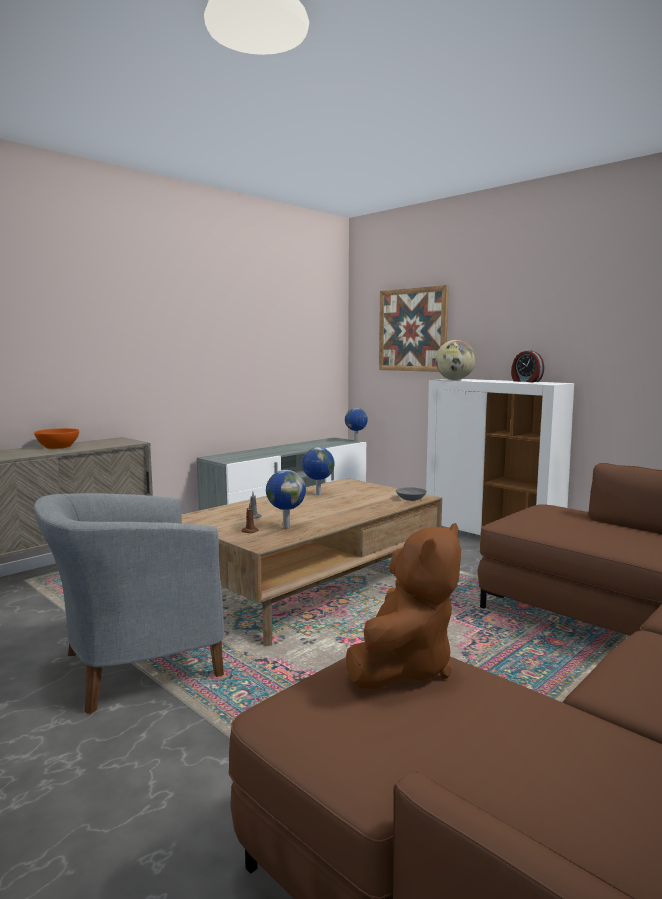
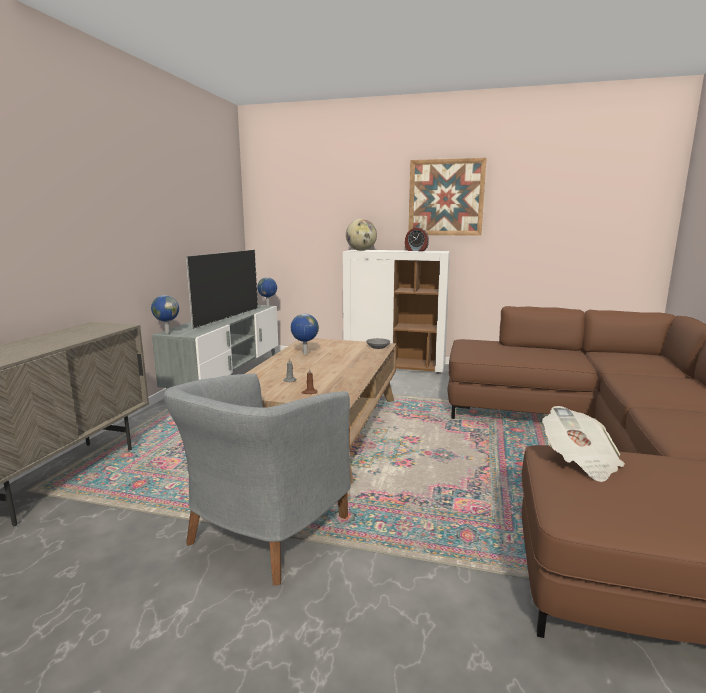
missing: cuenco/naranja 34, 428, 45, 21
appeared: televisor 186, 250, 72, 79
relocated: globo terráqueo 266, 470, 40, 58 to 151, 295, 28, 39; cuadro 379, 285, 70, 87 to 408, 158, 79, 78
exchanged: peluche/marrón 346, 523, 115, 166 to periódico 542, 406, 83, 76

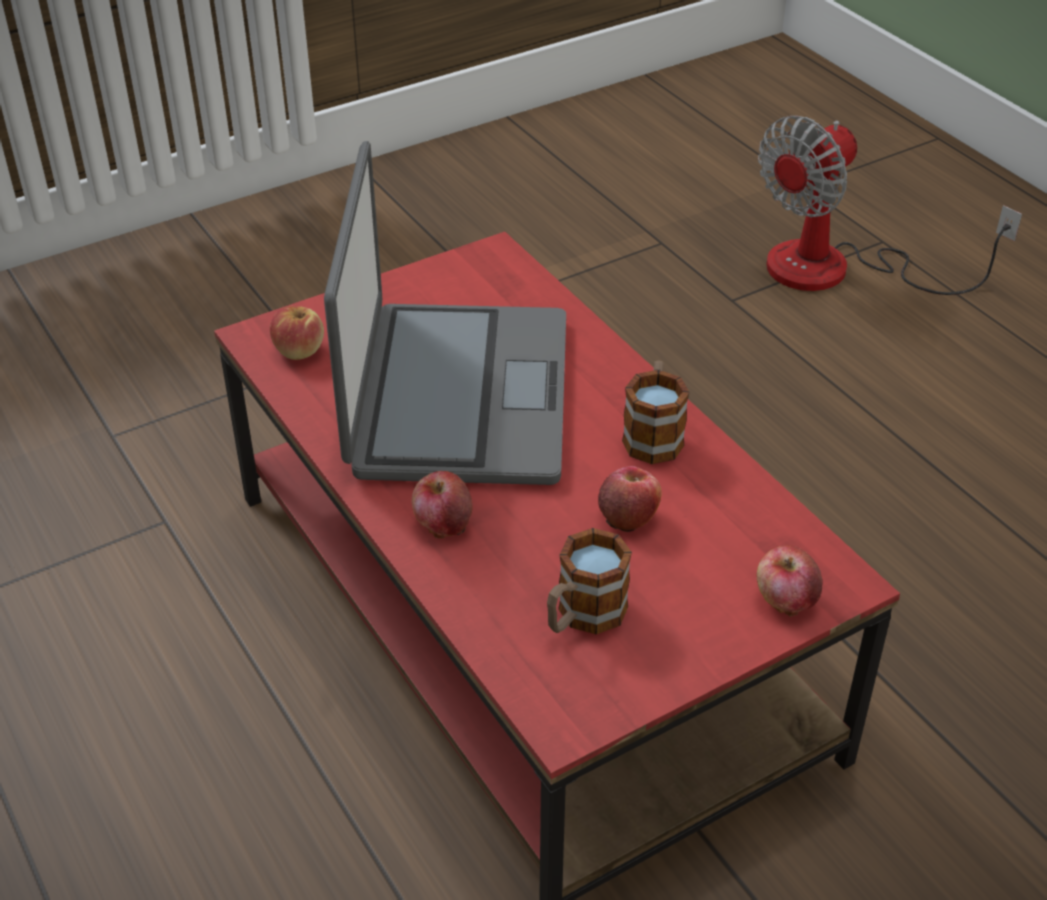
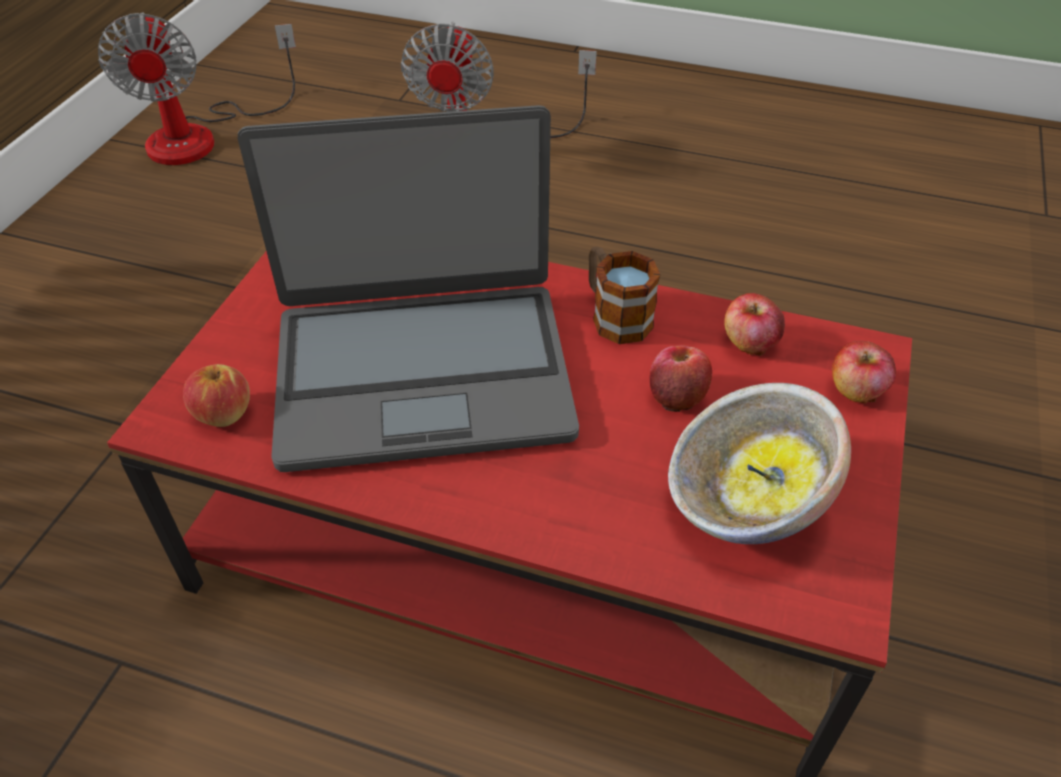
appeared: ventilador 98, 12, 198, 153
relocated: manzana 412, 471, 61, 68 to 724, 293, 61, 63
exchanged: taza grande 547, 528, 85, 106 to cuenco 668, 383, 183, 161
spun: portátil 324, 141, 242, 344 = 238, 105, 341, 367 120 degrees clockwise

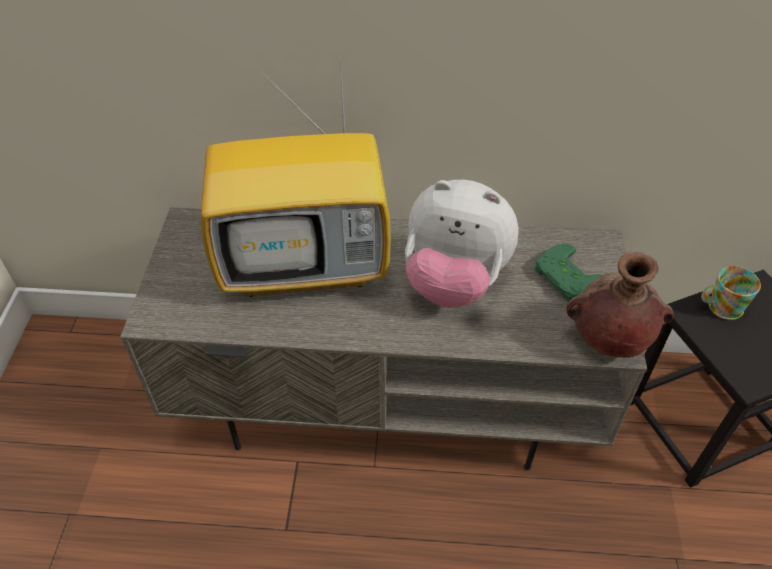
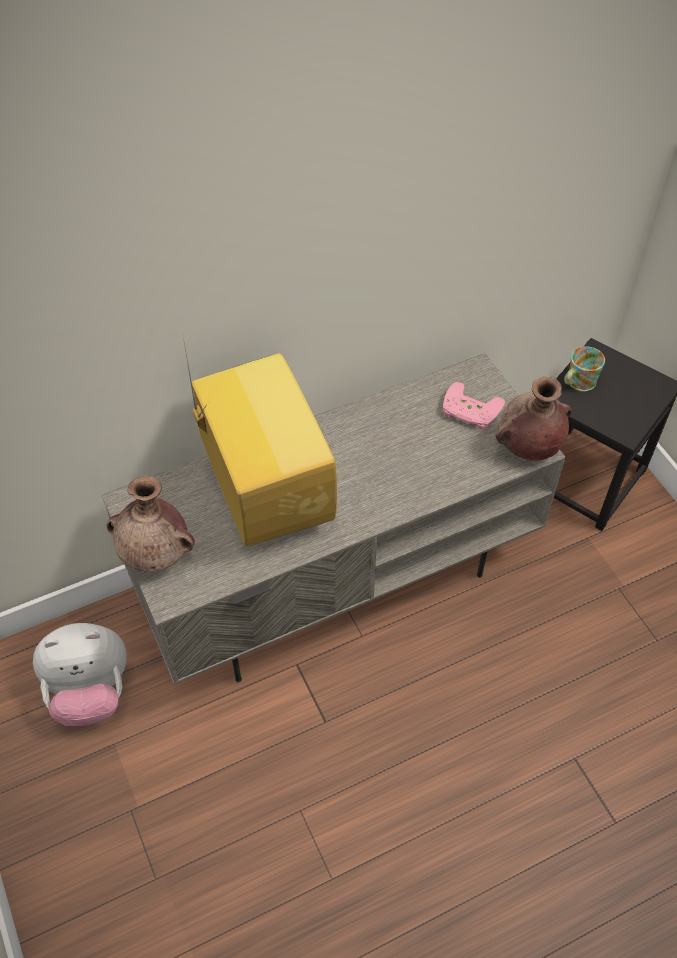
appeared: florero/marrón 106, 476, 89, 96
relocated: peluche 405, 180, 114, 128 to 33, 623, 94, 103
colour: mando de consola/verde 535, 243, 67, 59 to mando de consola/rosa 443, 382, 62, 49
spun: televisor 201, 38, 190, 259 = 182, 332, 155, 214 75 degrees counterclockwise

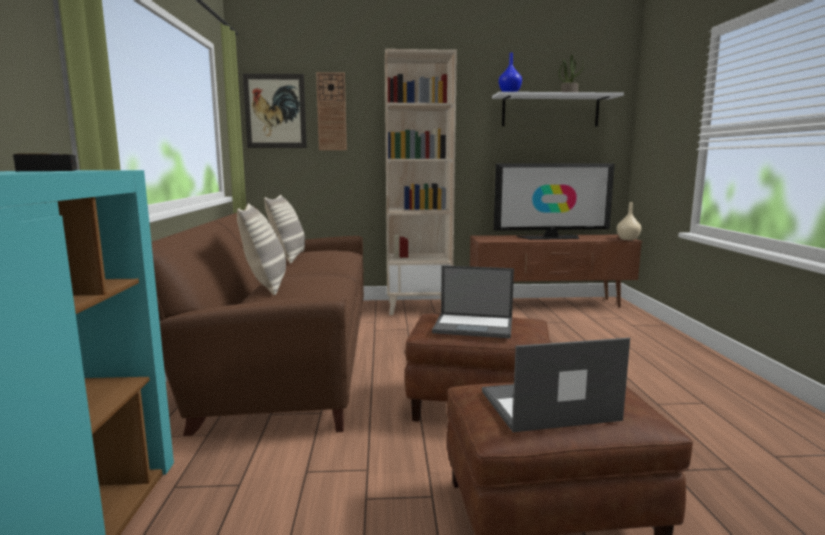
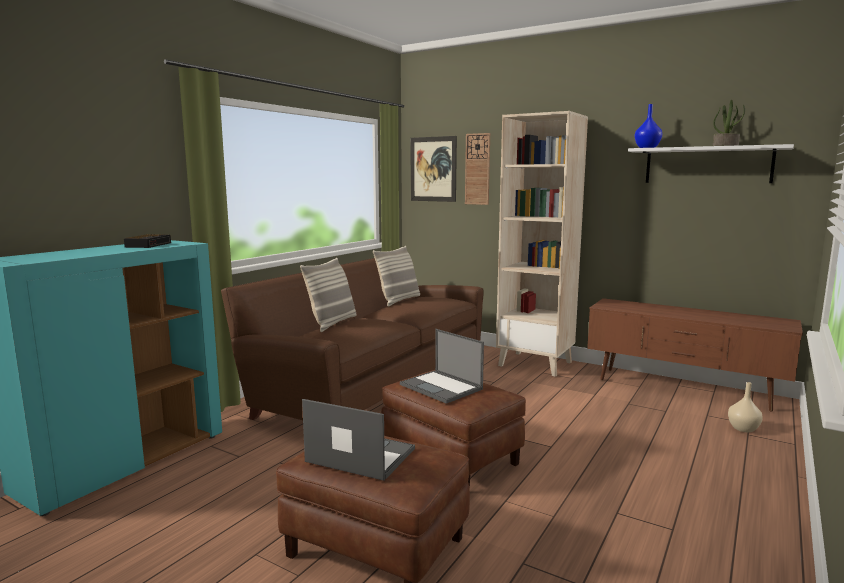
missing: televisor 494, 163, 121, 77
relocated: florero/beis 617, 202, 24, 38 to 728, 382, 35, 50

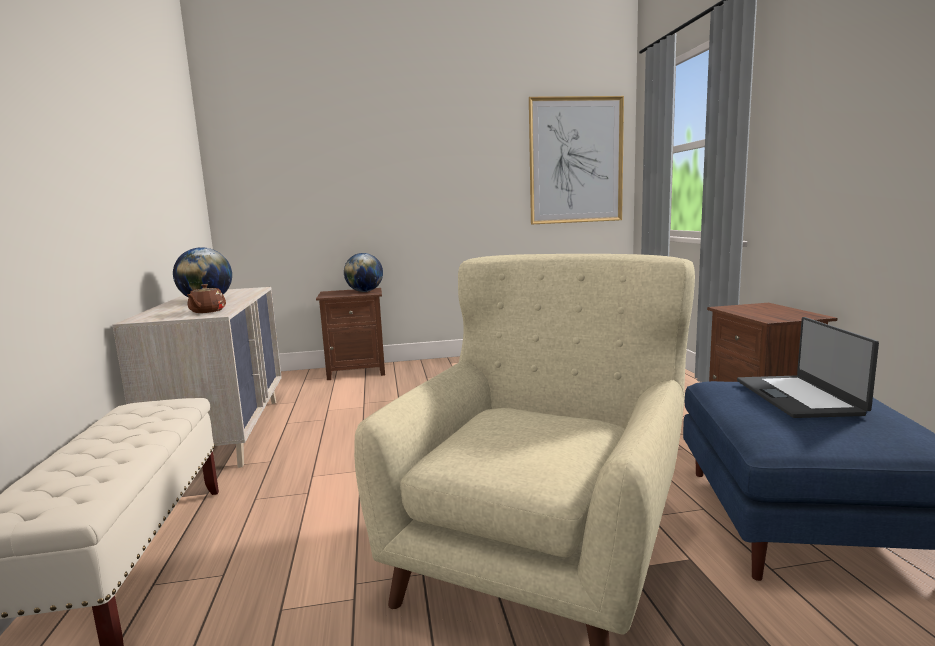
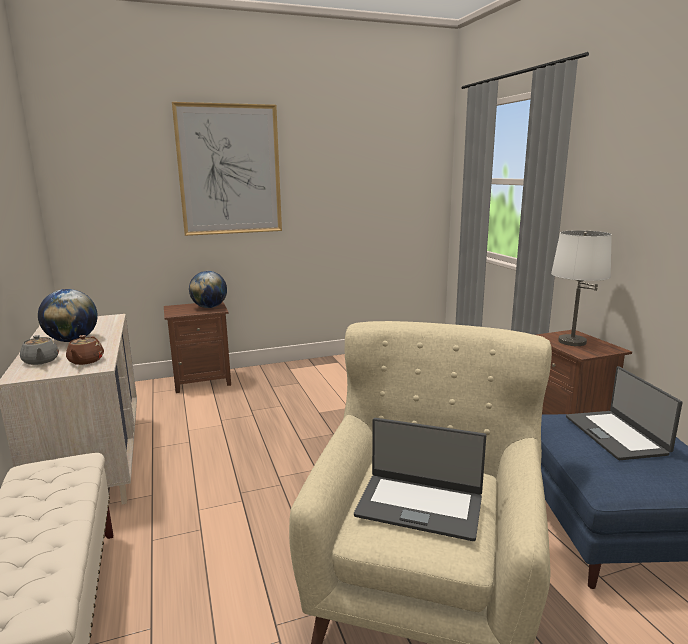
appeared: tetera/gris 20, 335, 39, 30; portátil 354, 418, 132, 123; lámpara de mesa/blanco 551, 230, 61, 116
relocated: cuadro 529, 96, 95, 128 to 172, 102, 110, 134

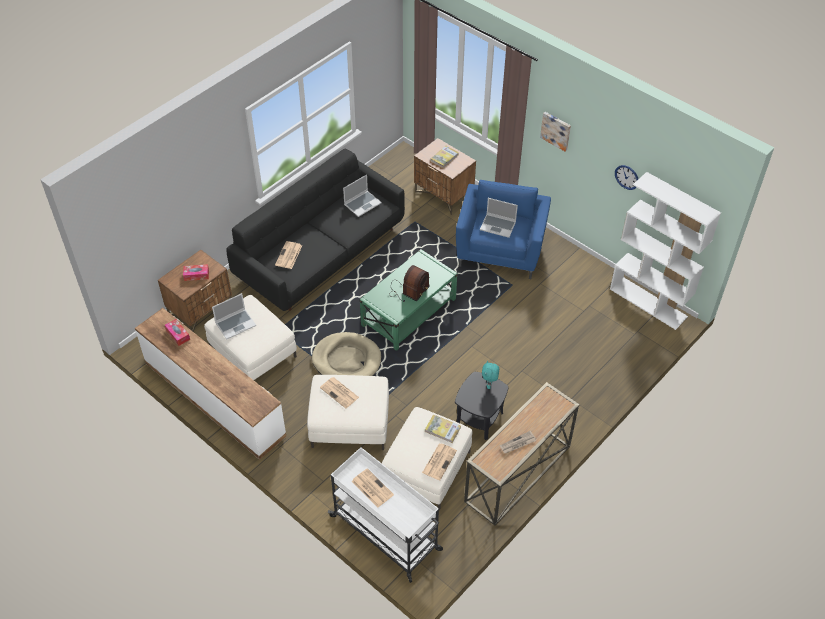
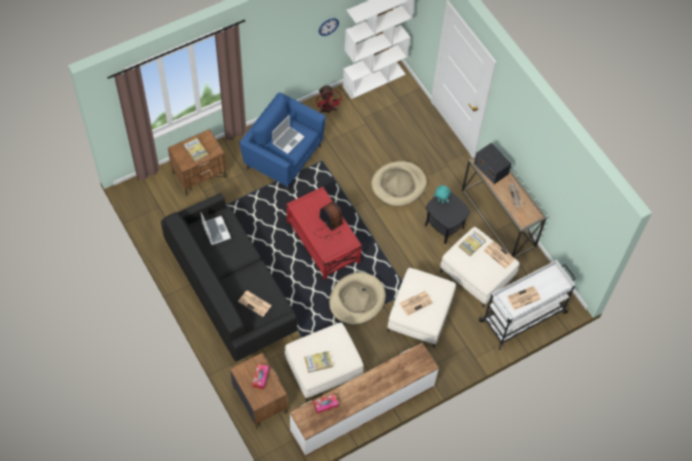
missing: cuadro 540, 112, 31, 39
appeared: ventilador/rojo 316, 85, 27, 29; cama para perro/beis 371, 161, 56, 45; radio 474, 143, 38, 41
exchanged: portátil 212, 293, 44, 46 to libro 304, 351, 29, 22
colour: mesa de centro/verde 359, 249, 99, 102 to mesa de centro/rojo 286, 187, 76, 93

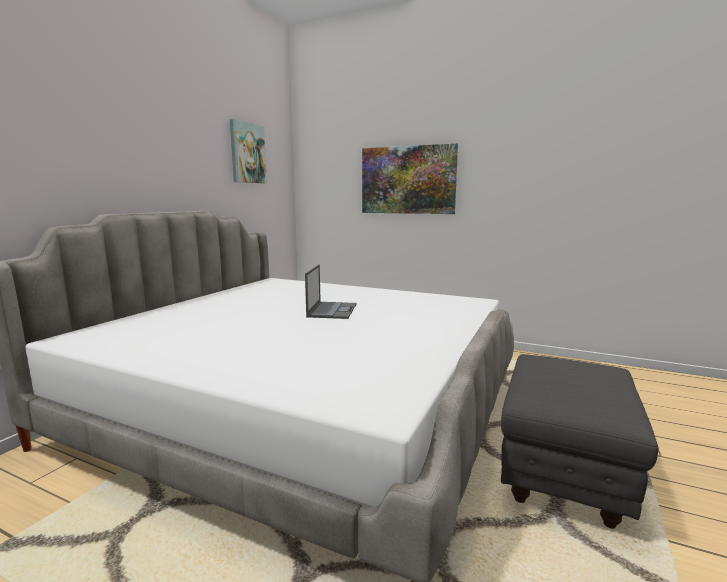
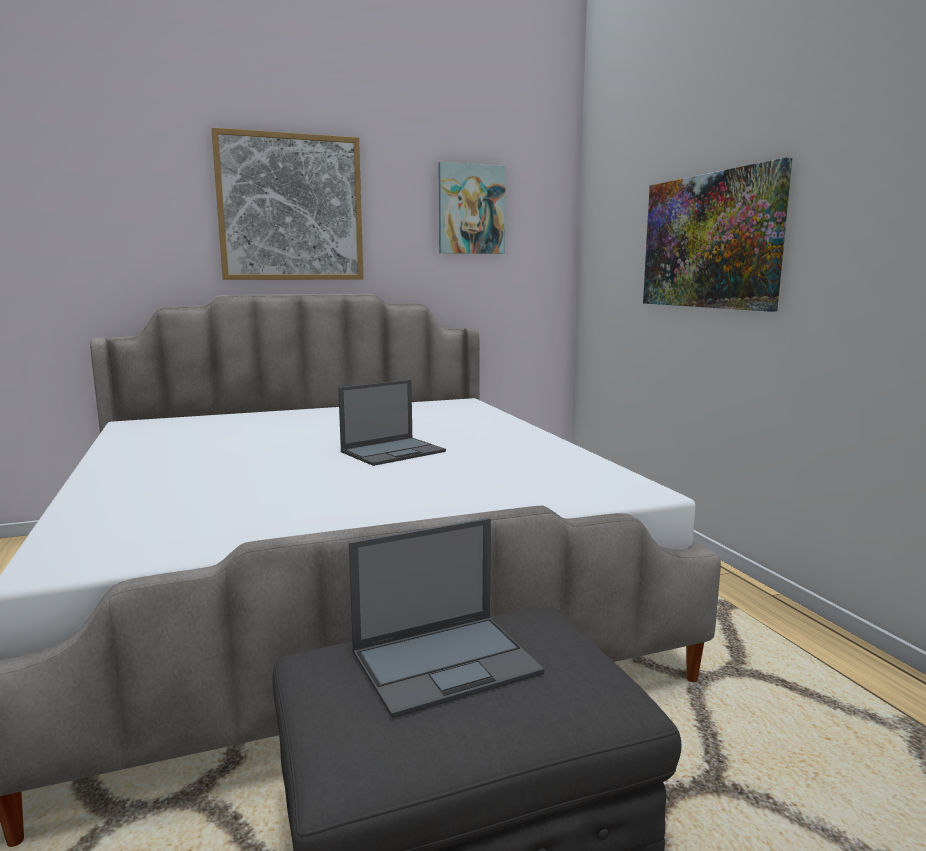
appeared: cuadro 211, 127, 152, 153; portátil 349, 518, 196, 201

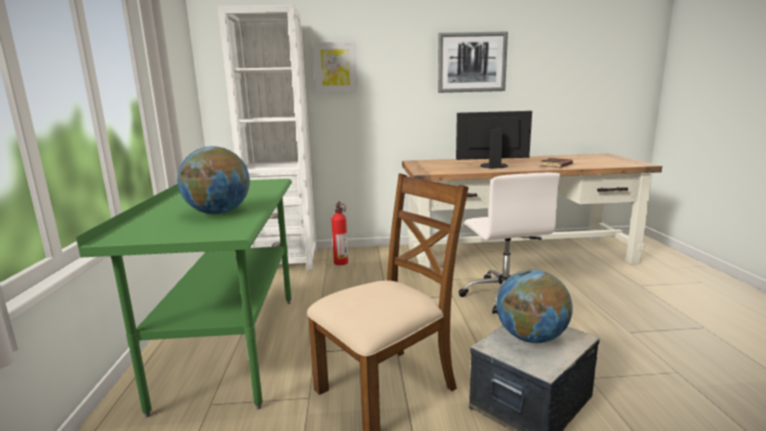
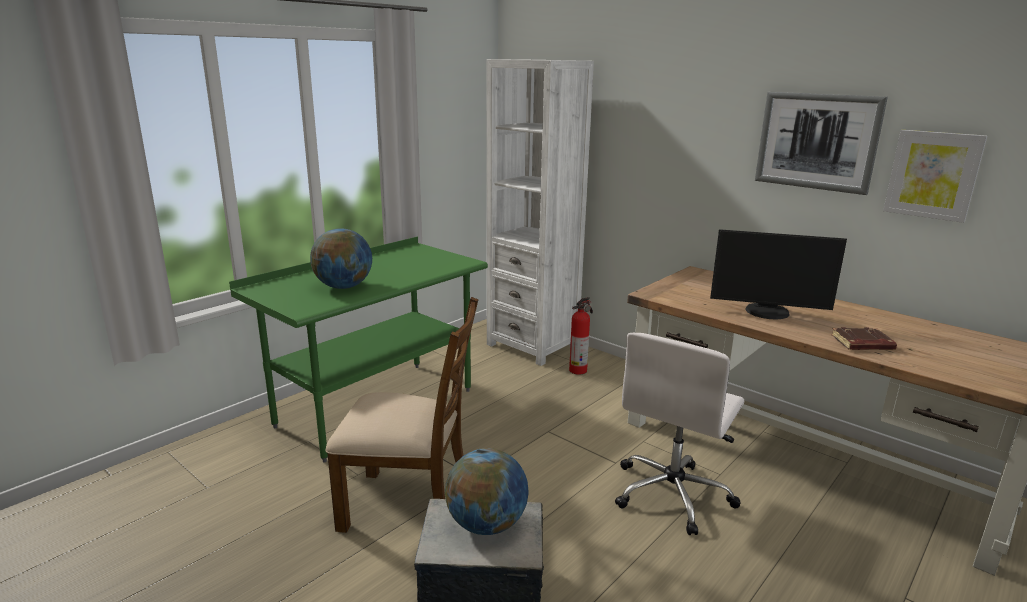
relocated: cuadro 313, 42, 44, 51 to 883, 130, 104, 93
spun: monitor 456, 111, 76, 58 = 710, 229, 137, 90 150 degrees clockwise

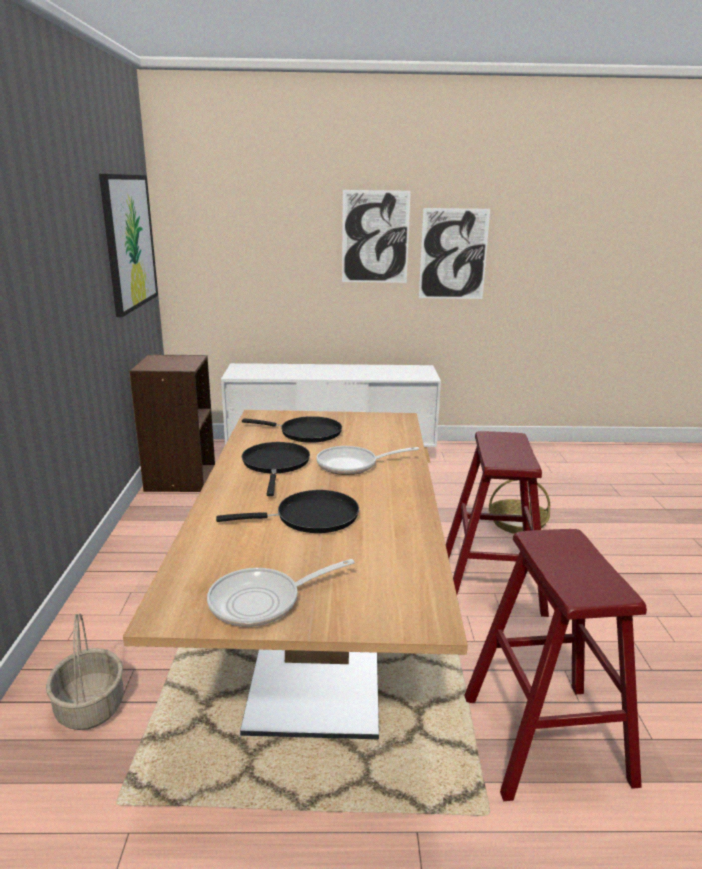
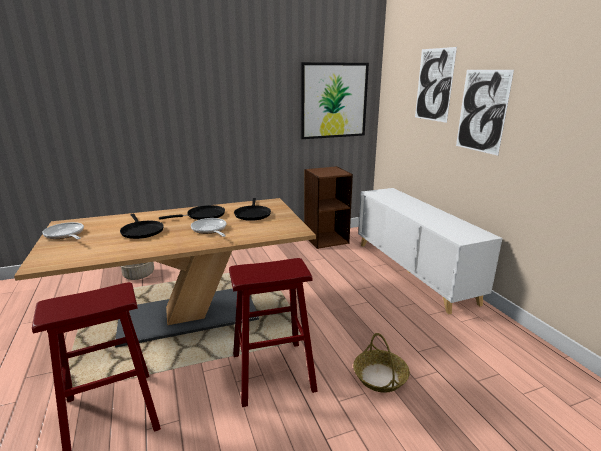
relocated: cuadro 419, 208, 71, 91 to 415, 47, 42, 76

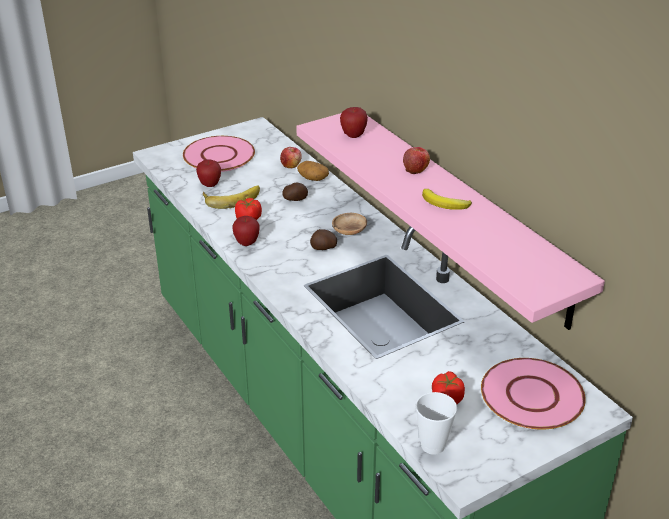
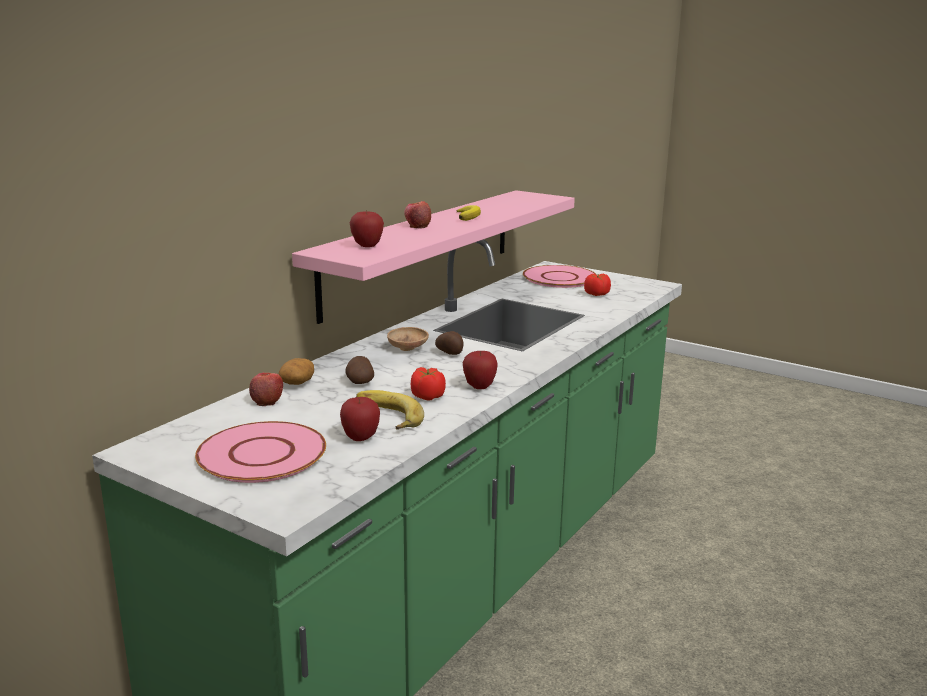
missing: taza 415, 392, 42, 63

